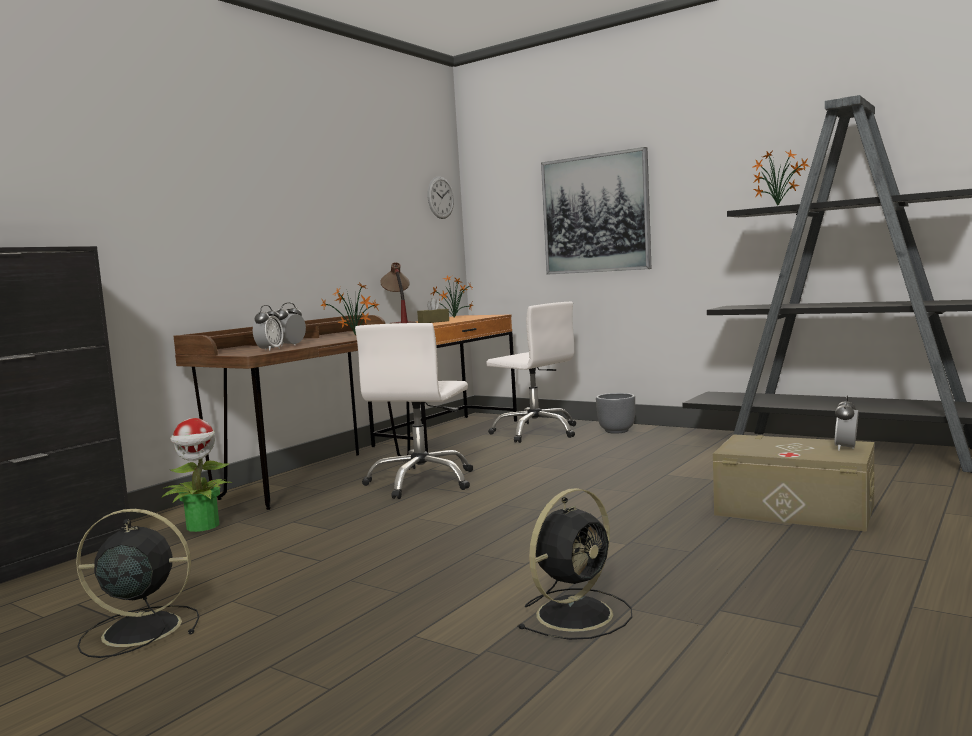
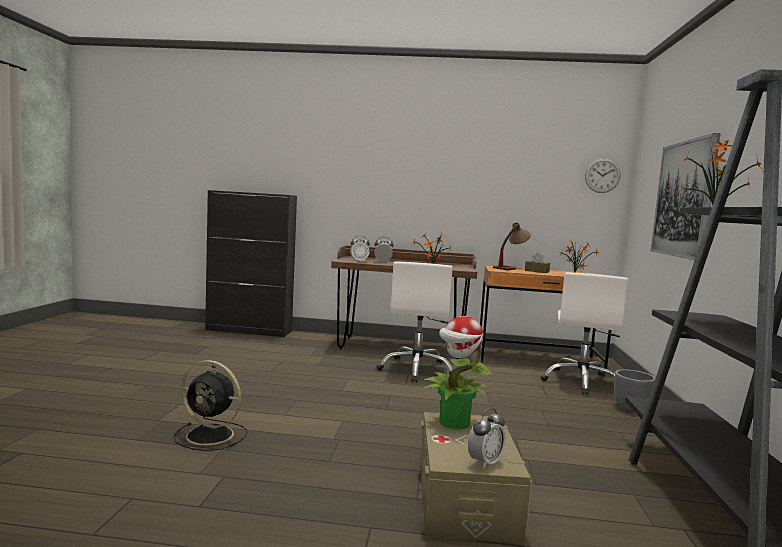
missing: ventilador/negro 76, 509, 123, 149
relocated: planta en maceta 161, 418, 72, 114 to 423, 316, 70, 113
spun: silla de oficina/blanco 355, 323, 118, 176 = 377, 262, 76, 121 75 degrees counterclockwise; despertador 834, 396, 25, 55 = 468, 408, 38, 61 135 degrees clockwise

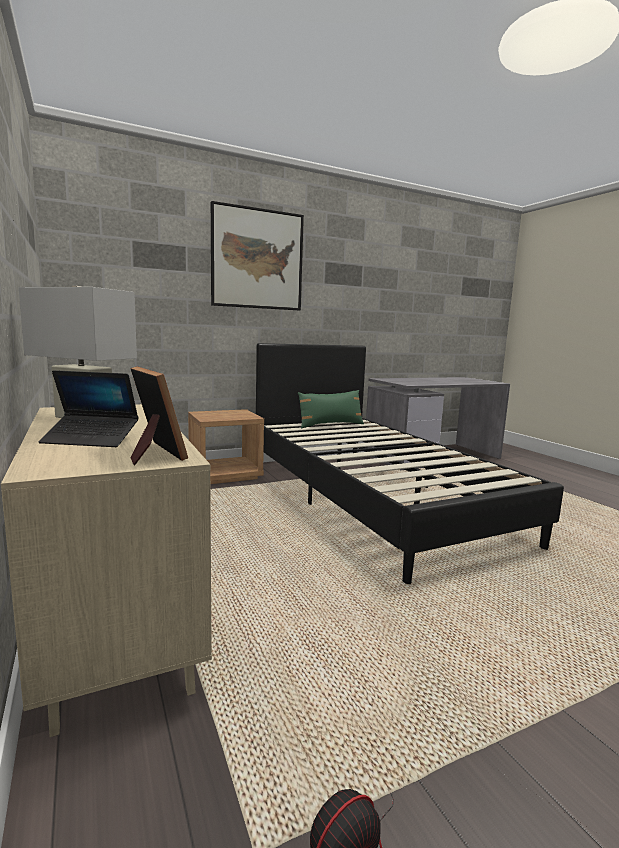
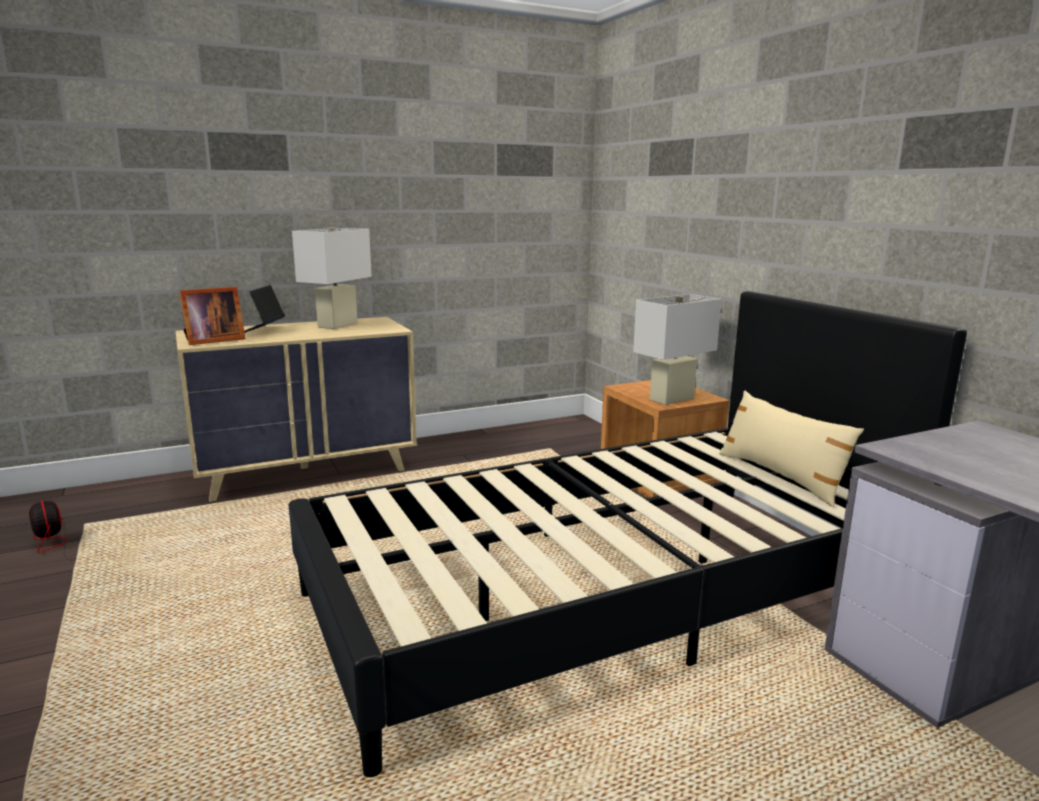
missing: cuadro 211, 201, 93, 109
appeared: lámpara de mesa/blanco 633, 294, 89, 111
colour: cojín/verde 298, 390, 66, 39 to cojín/beis 719, 391, 145, 116

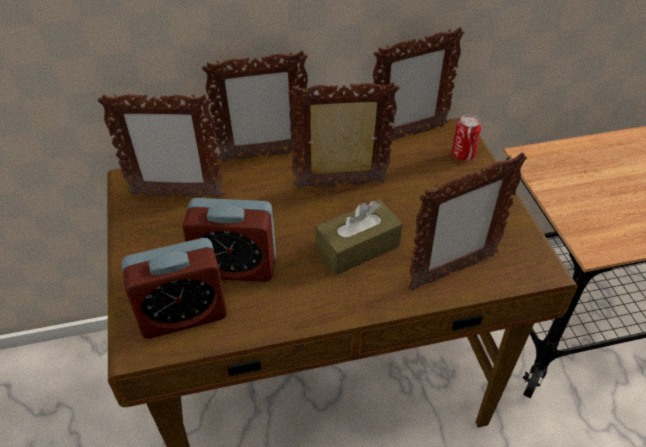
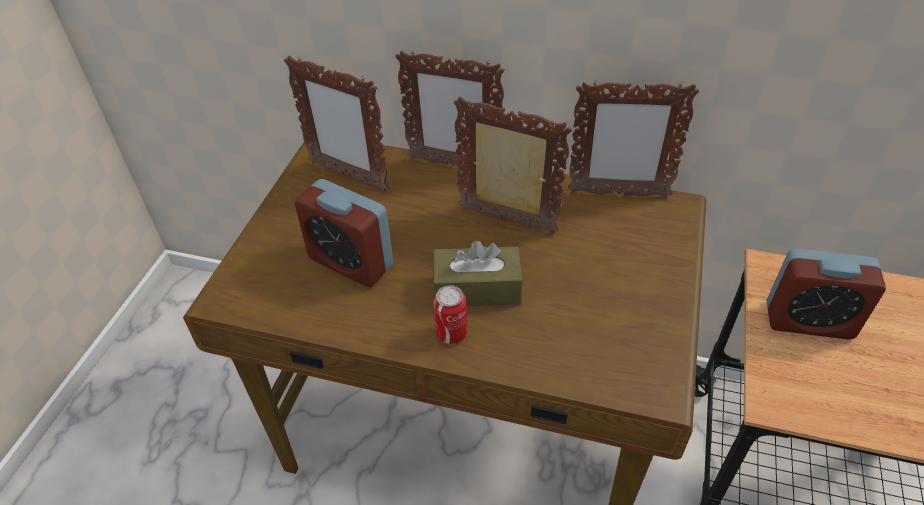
missing: portarretratos 408, 152, 119, 139
relocated: despertador 121, 238, 106, 100 to 767, 249, 119, 91; lata 452, 115, 29, 46 to 433, 285, 34, 59

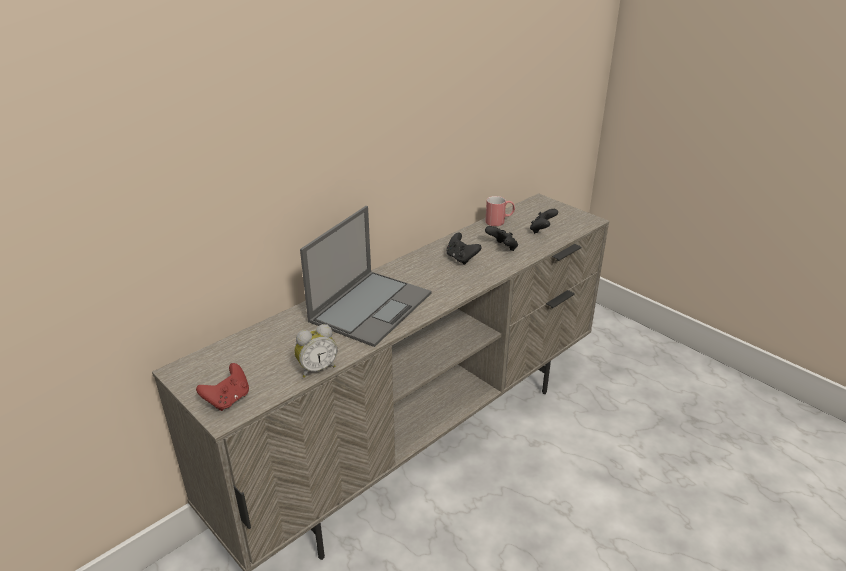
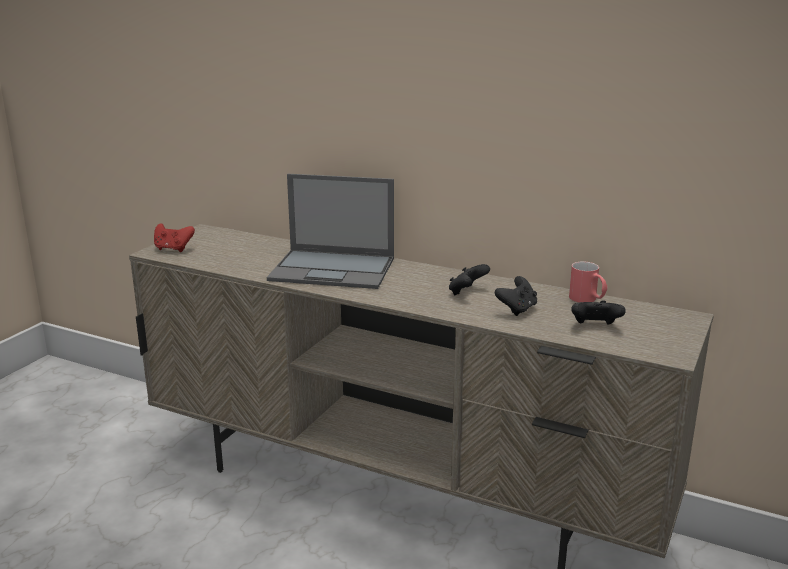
missing: despertador 294, 324, 43, 54

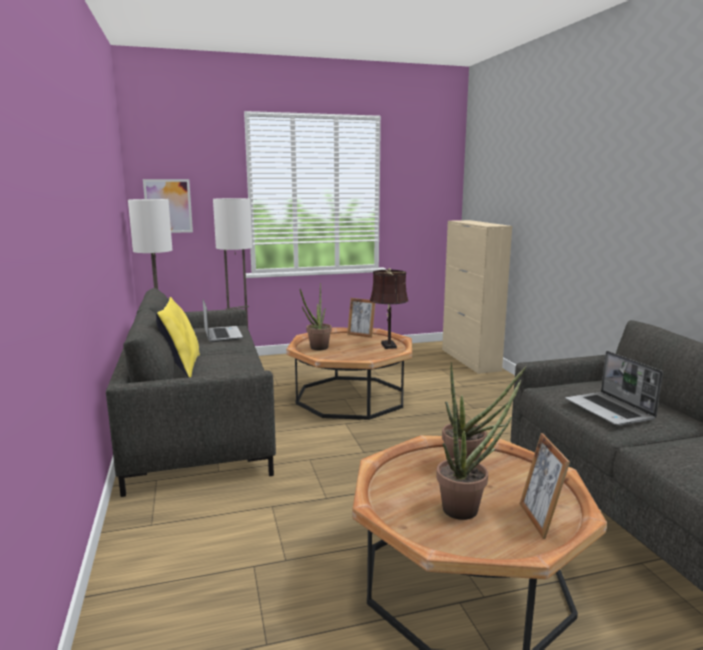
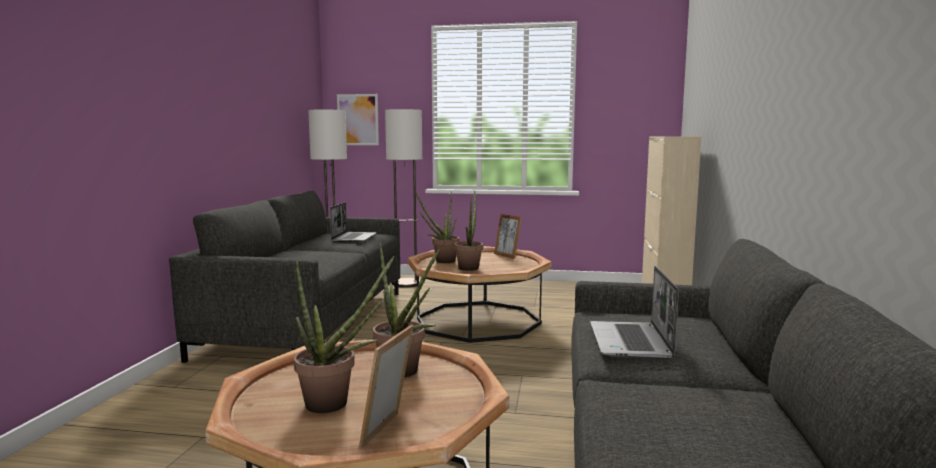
missing: cojín/amarillo 156, 297, 44, 80; lámpara de mesa/marrón 370, 268, 38, 81
appeared: planta en maceta 454, 190, 29, 81

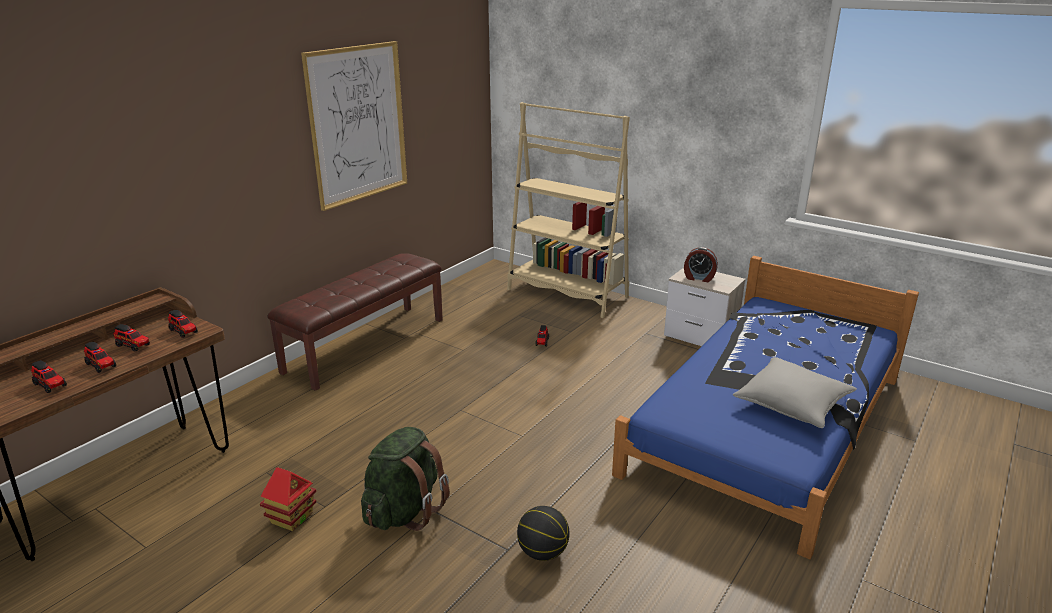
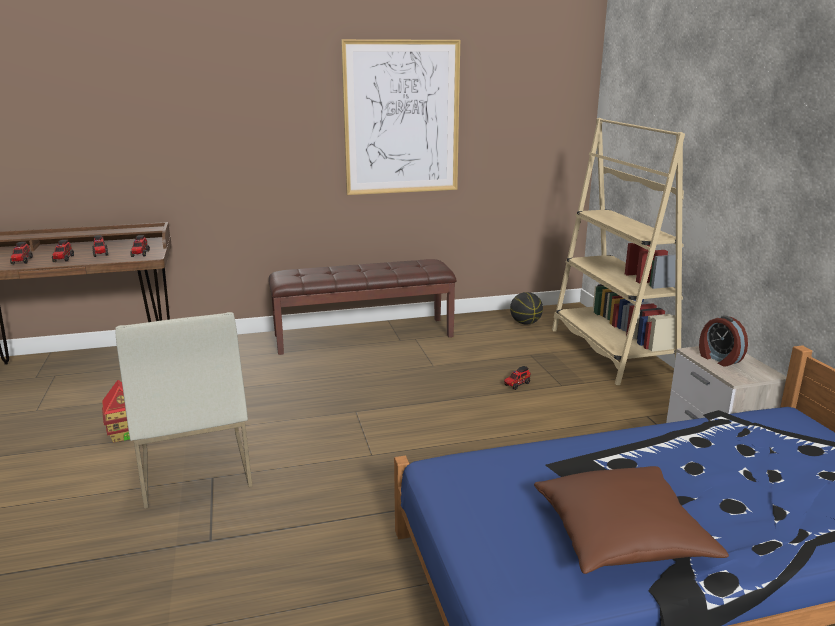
relocated: balón de baloncesto 517, 506, 53, 55 to 510, 292, 33, 33
exchanged: mochila/verde 361, 427, 89, 104 to silla/blanco 115, 312, 137, 197
colour: cojín/gris 733, 357, 124, 71 to cojín/marrón 534, 466, 195, 108

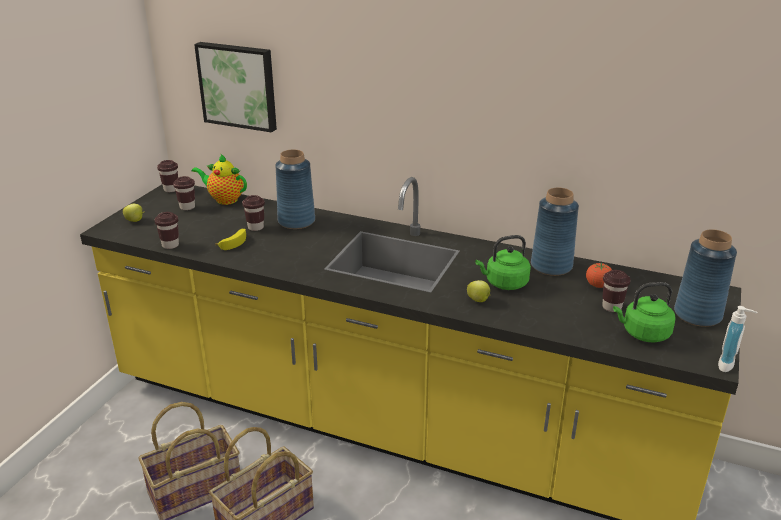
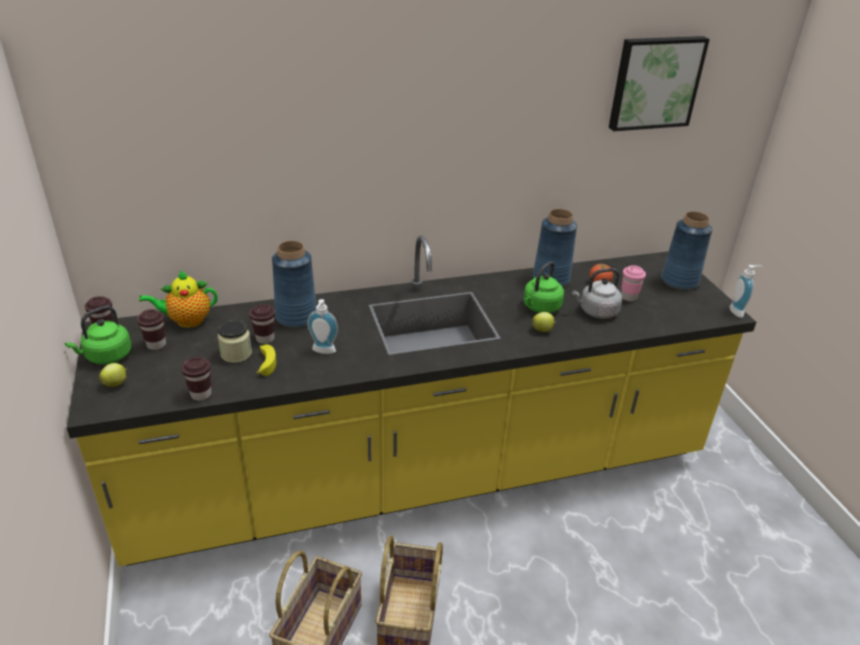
appeared: tarro 218, 320, 34, 43; dispensador de jabón 307, 299, 31, 55; hervidor/gris 572, 268, 50, 51
relocated: cuadro 194, 42, 83, 91 to 609, 36, 101, 95; hervidor/verde 613, 282, 63, 60 to 65, 306, 66, 58
colour: taza/marrón 602, 270, 29, 42 to taza/rosa 621, 265, 25, 37

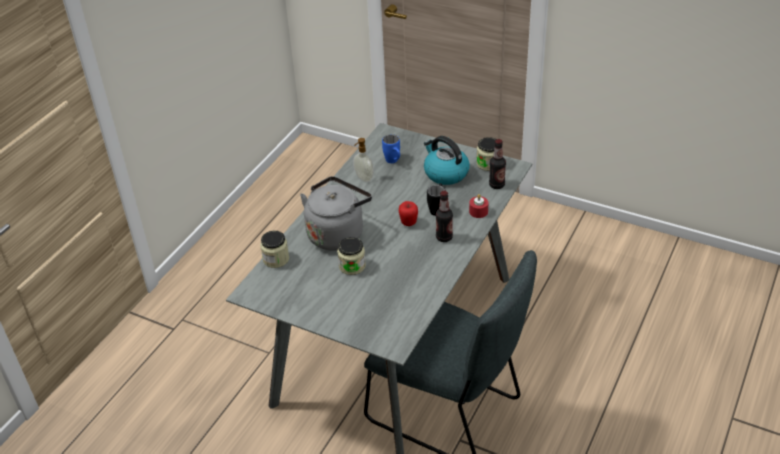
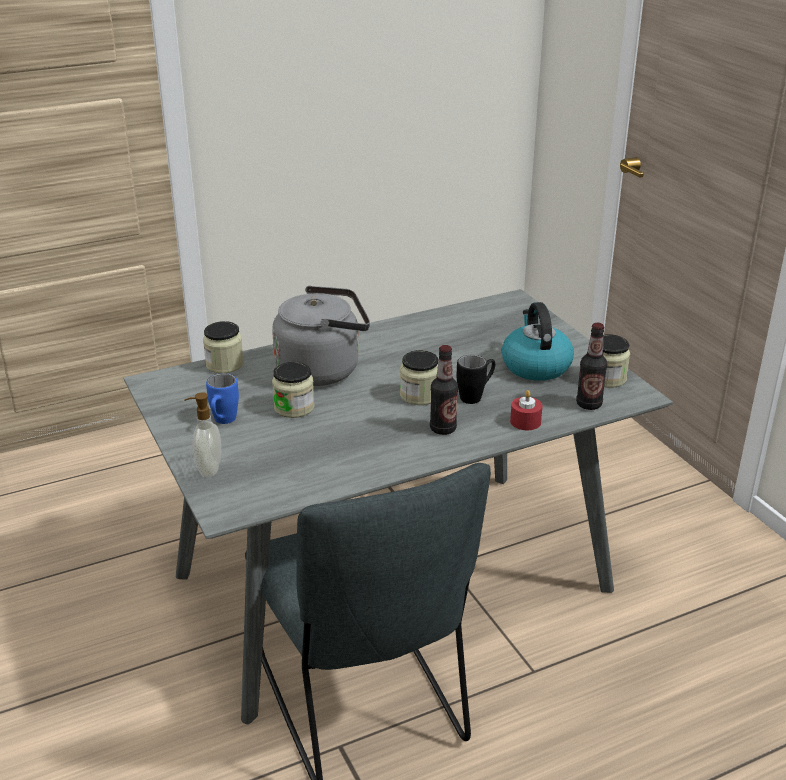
relocated: dispensador de jabón 353, 138, 21, 44 to 184, 392, 37, 85; taza grande/azul 382, 134, 18, 29 to 206, 373, 33, 51
exchanged: manzana 399, 201, 19, 25 to tarro 400, 350, 38, 55

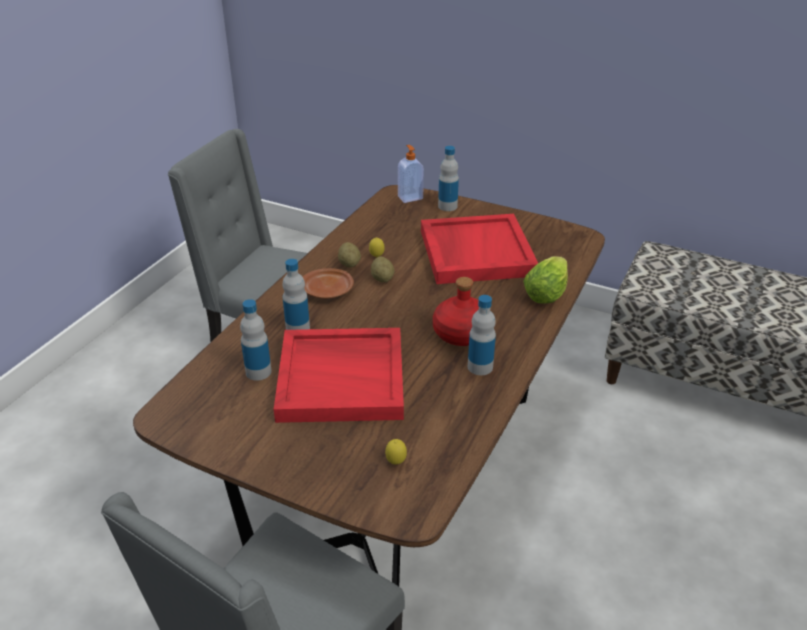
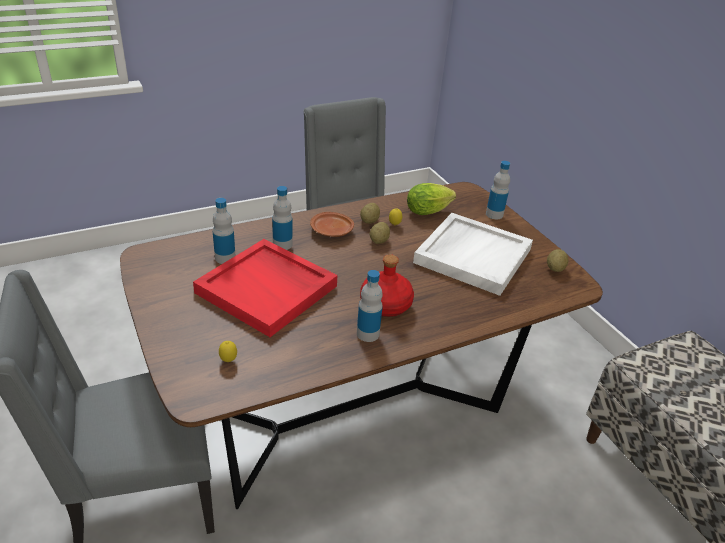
missing: dispensador de jabón 398, 145, 26, 58
appeared: patata 547, 249, 21, 23
relocated: lechuga 523, 256, 45, 48 to 407, 183, 49, 32
colour: bandeja/rojo 421, 214, 117, 70 to bandeja/blanco 413, 213, 120, 83

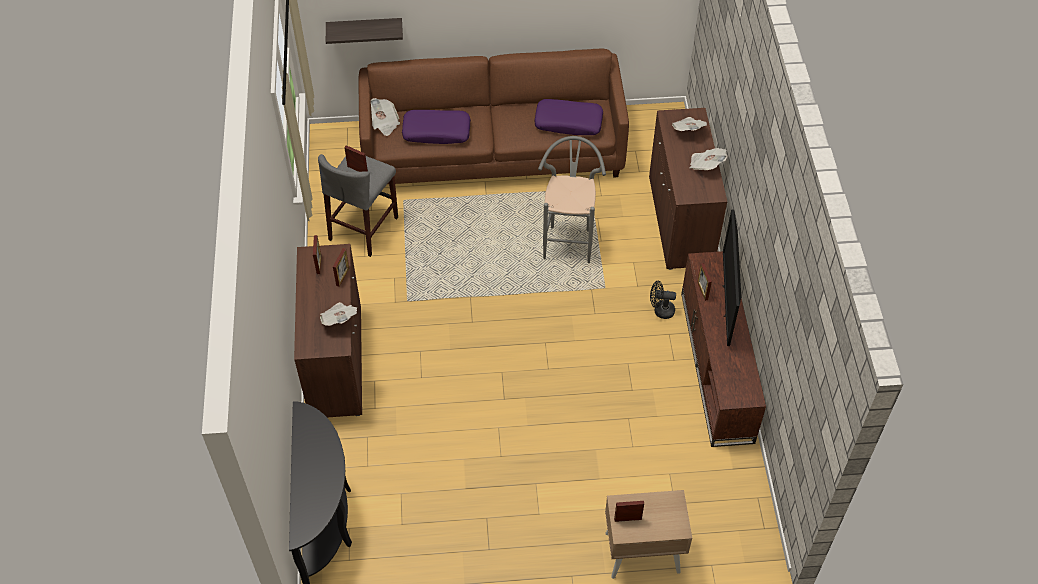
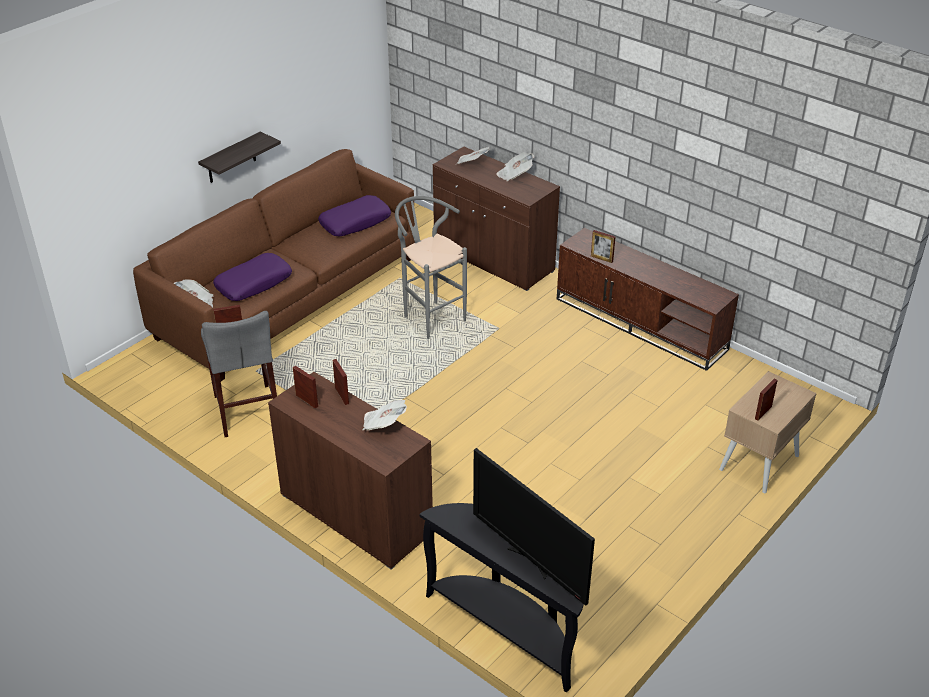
missing: ventilador/negro 650, 281, 26, 38
relocated: estante 326, 18, 77, 26 to 198, 132, 83, 51; televisor 722, 209, 19, 137 to 473, 448, 122, 158

